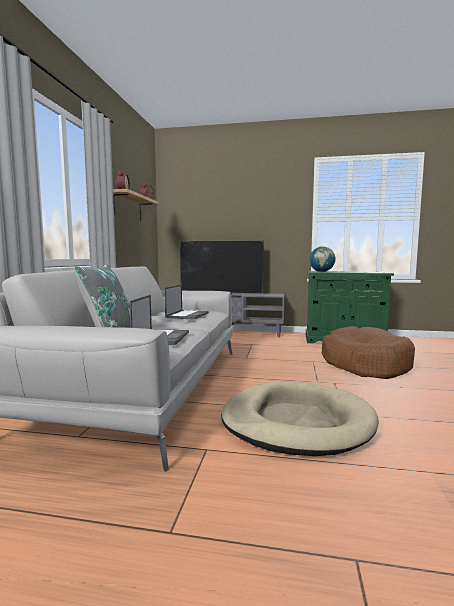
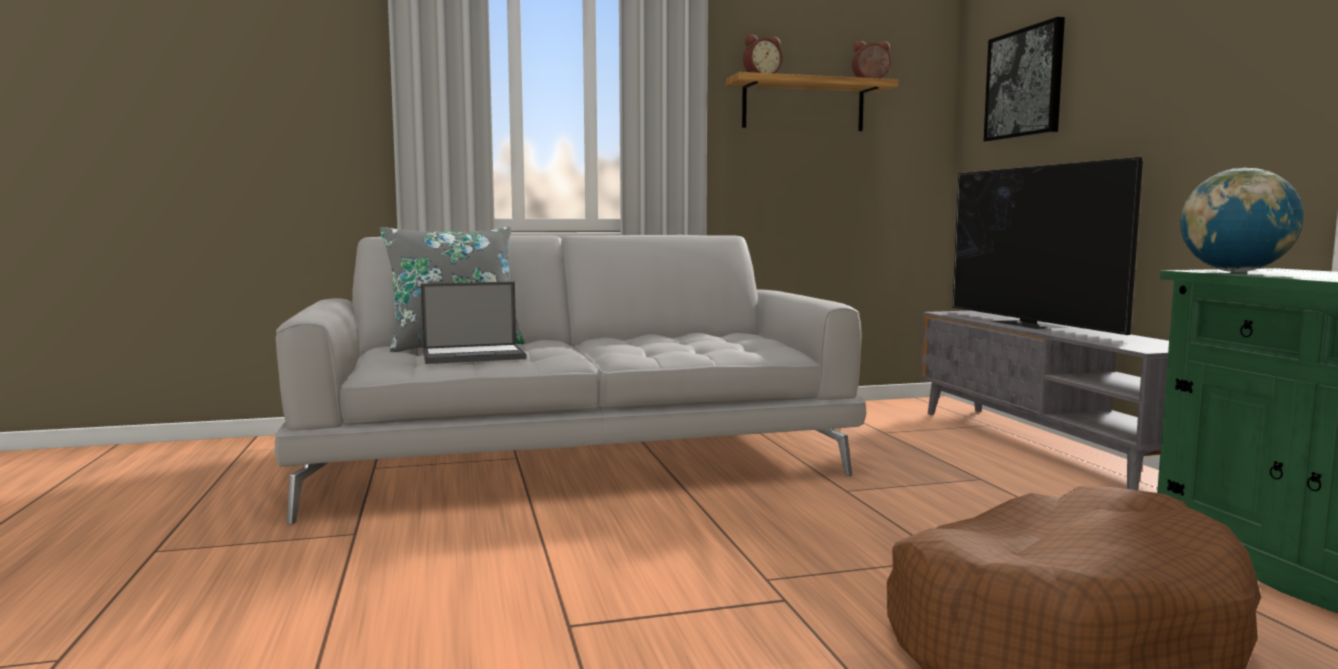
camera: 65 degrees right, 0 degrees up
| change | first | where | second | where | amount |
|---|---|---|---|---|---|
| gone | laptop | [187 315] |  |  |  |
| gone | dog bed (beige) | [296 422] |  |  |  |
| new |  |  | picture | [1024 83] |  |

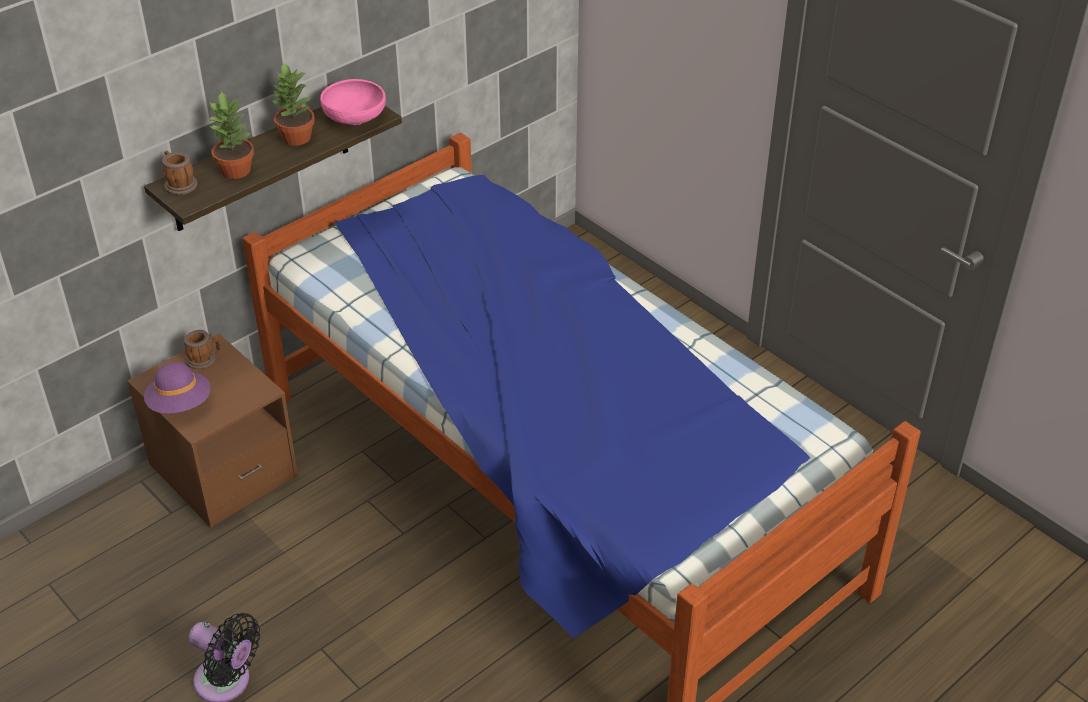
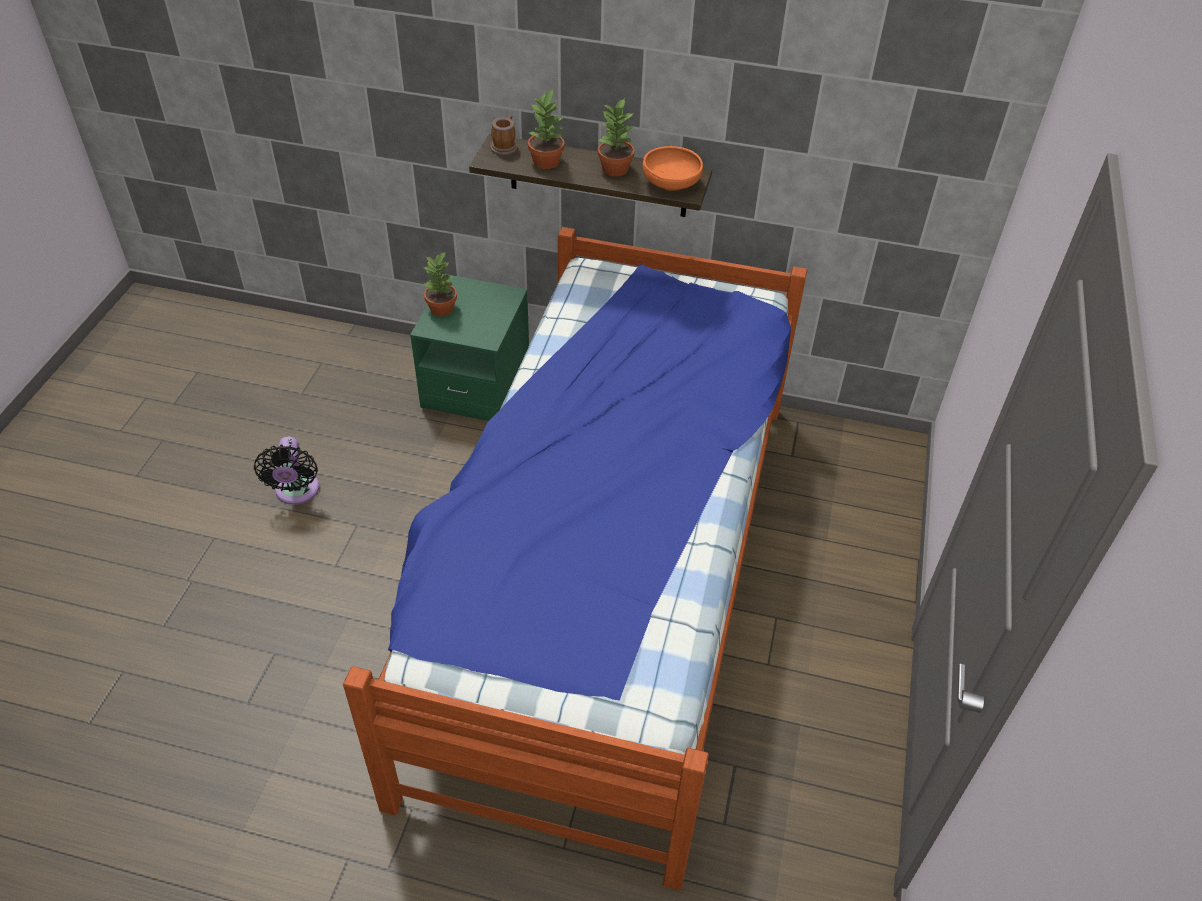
camera: 55 degrees right, 5 degrees up
| change | first | where | second | where | amount |
|---|---|---|---|---|---|
| repainted | bowl (pink) | [354 118] | bowl (orange) | [671 183] |  |
| gone | mug | [204 359] |  |  |  |
| repainted | nightstand (brown) | [223 471] | nightstand (green) | [476 385] |  |
| swapped | hat (purple) | [180 404] | potted plant | [442 309] |  |

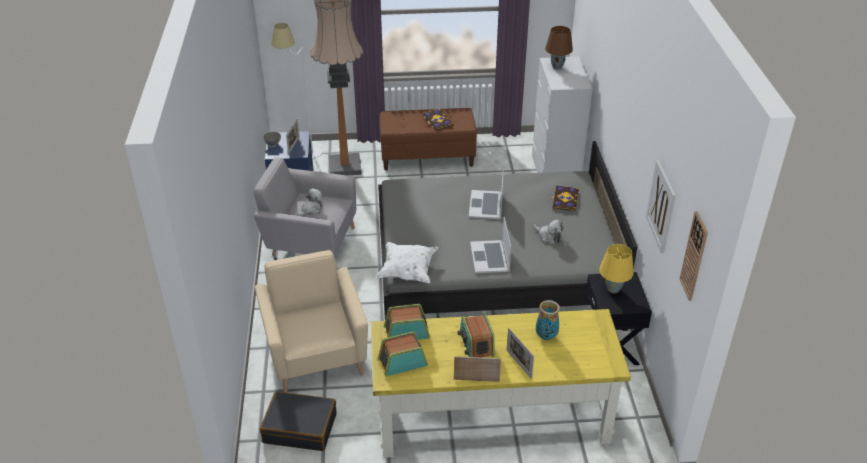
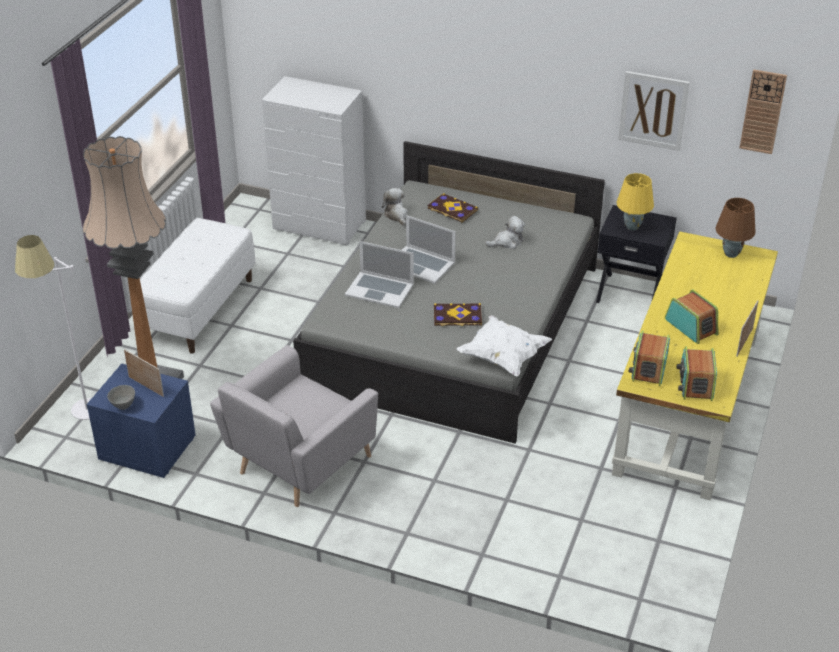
camera: 65 degrees left, 0 degrees up
| change | first | where | second | where | amount |
|---|---|---|---|---|---|
| shifted | table lamp (brown) | [557 67] |  | [730 253] |  |
| repainted | bench (brown) | [427 157] | bench (white) | [198 309] |  |
| shifted | book | [437 121] |  | [457 316] |  |
| shifted | plush toy | [311 210] |  | [396 215] |  |
| shifted | laptop | [490 257] |  | [379 289] |  |
| gone | armchair (beige) | [315 353] |  |  |  |
| gone | vase | [546 336] |  |  |  |
| rotated | radio | [476 344] |  | [691 326] | 135 degrees counterclockwise |
| gone | picture frame | [519 364] |  |  |  |
| gone | suitcase (black) | [300 428] |  |  |  |

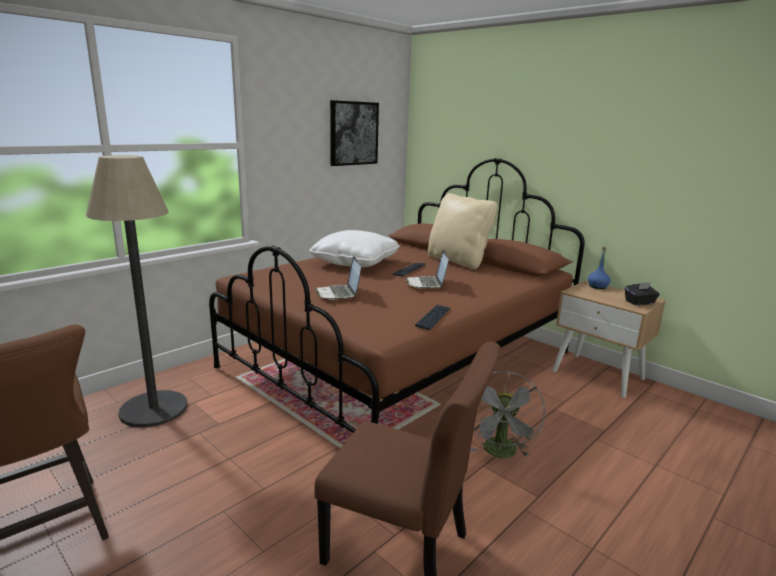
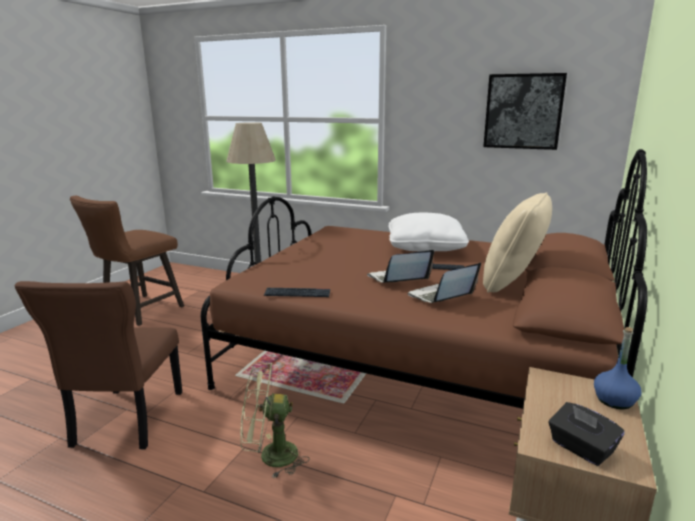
camera: 70 degrees right, 0 degrees up
| change | first | where | second | where | amount |
|---|---|---|---|---|---|
| shifted | laptop | [339 294] |  | [440 297] |  |
| repainted | fan (grey) | [501 453] | fan (green) | [270 456] |  |

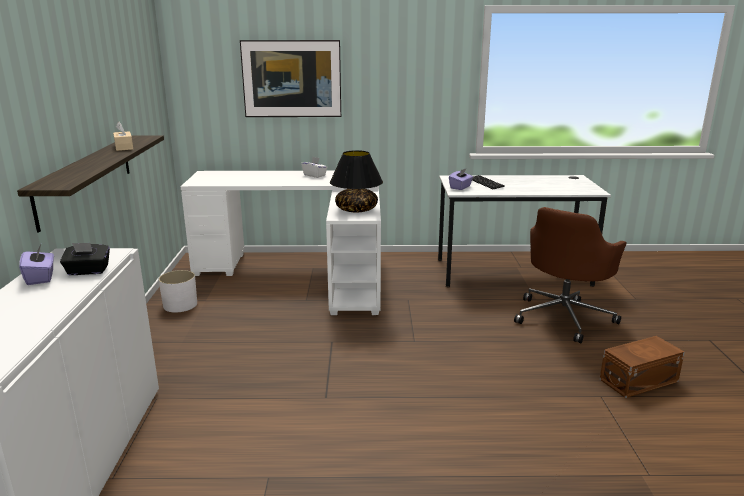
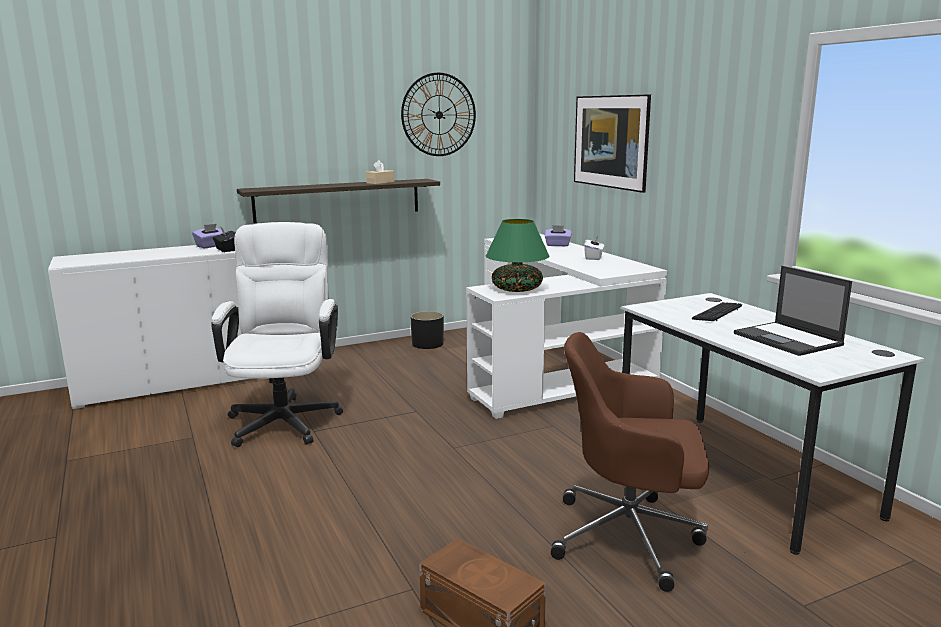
camera: 65 degrees right, 5 degrees down
| change | first | where | second | where | amount |
|---|---|---|---|---|---|
| repainted | table lamp (black) | [356 209] | table lamp (green) | [517 289] |  |
| shifted | tissue box (purple) | [460 187] |  | [557 245] |  |
| repainted | planter (white) | [180 305] | planter (black) | [428 344] |  |
| new |  |  | wall clock | [439 115] |  |
| new |  |  | office chair (white) | [285 417] |  |
| new |  |  | laptop | [788 339] |  |

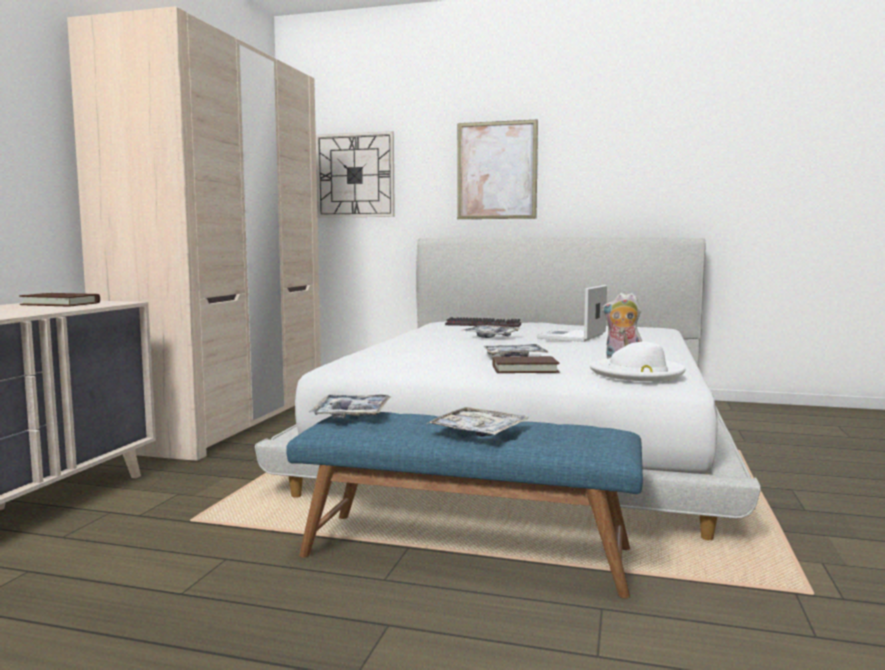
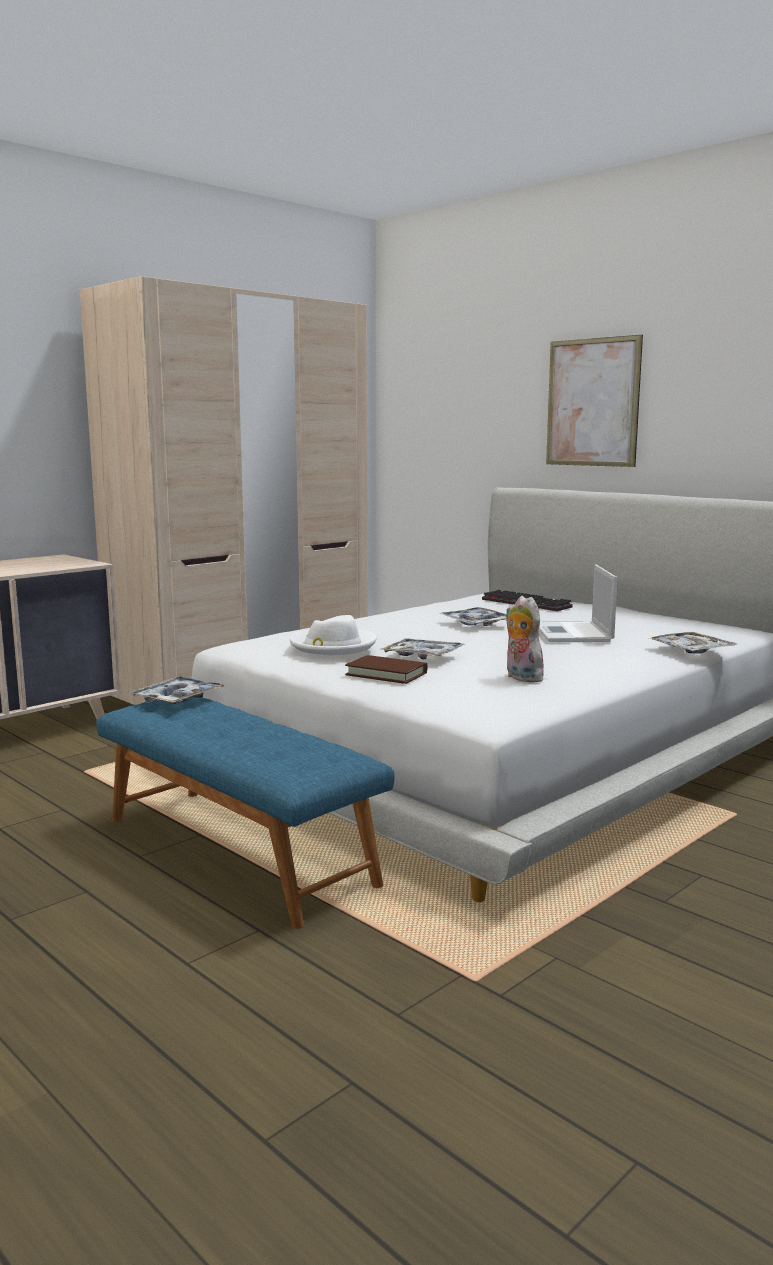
camera: 30 degrees right, 5 degrees up
| change | first | where | second | where | amount |
|---|---|---|---|---|---|
| gone | wall clock | [355 175] |  |  |  |
| rotated | laptop | [571 336] |  | [573 633] | 60 degrees counterclockwise |
| gone | book (brown) | [60 304] |  |  |  |
| shifted | hat (white) | [638 374] |  | [332 646] |  |
| shifted | tray | [478 431] |  | [691 650] |  |

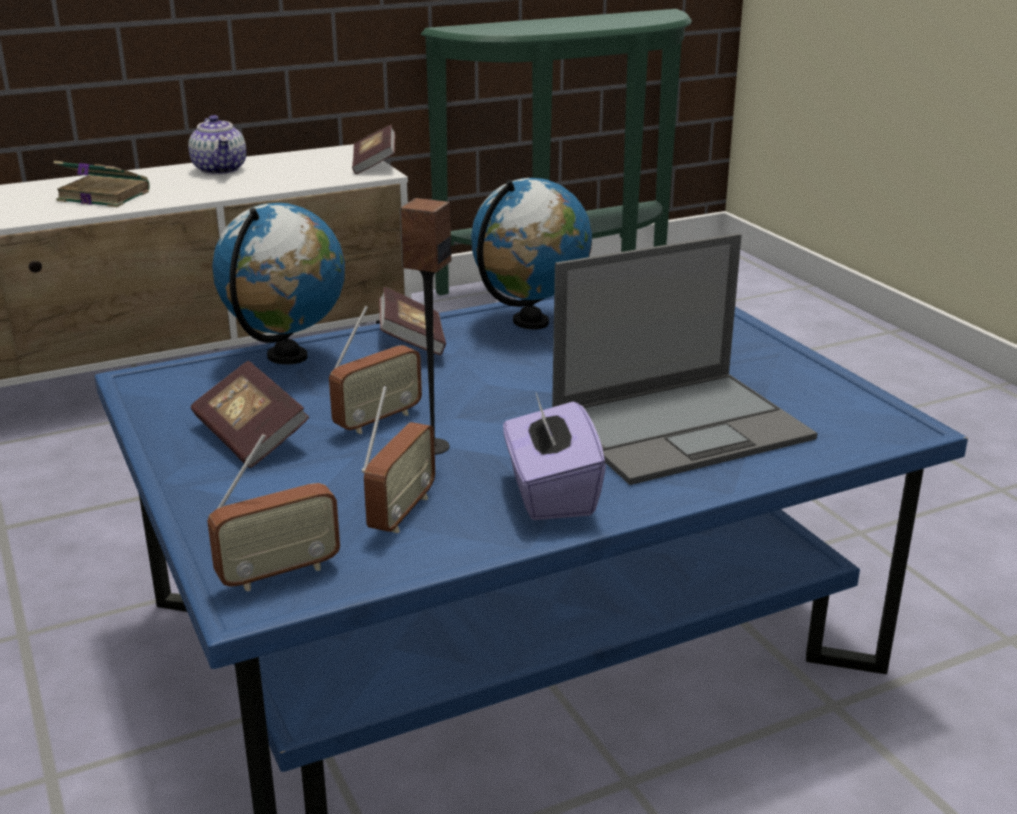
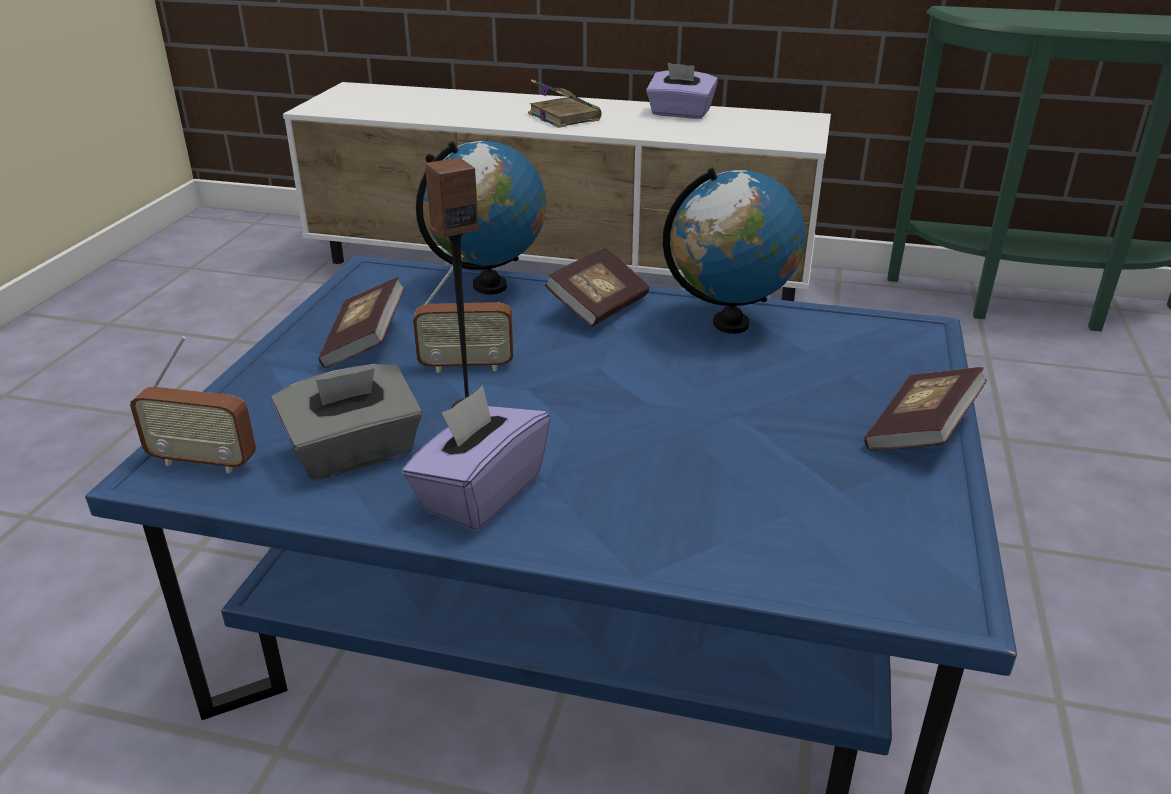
camera: 40 degrees right, 5 degrees up
| change | first | where | second | where | amount |
|---|---|---|---|---|---|
| swapped | teapot | [220 170] | tissue box (purple) | [680 113] |  |
| shifted | book | [374 165] |  | [920 432] |  |
| gone | laptop | [683 426] |  |  |  |
| swapped | radio | [401 513] | tissue box (grey) | [355 454] |  |

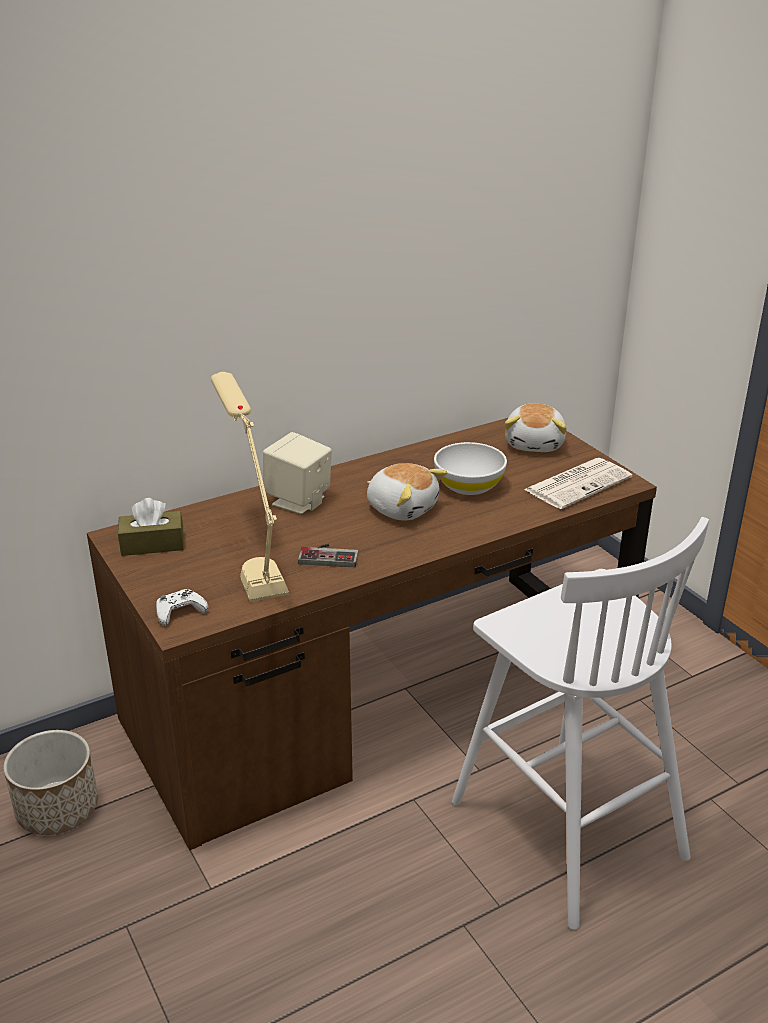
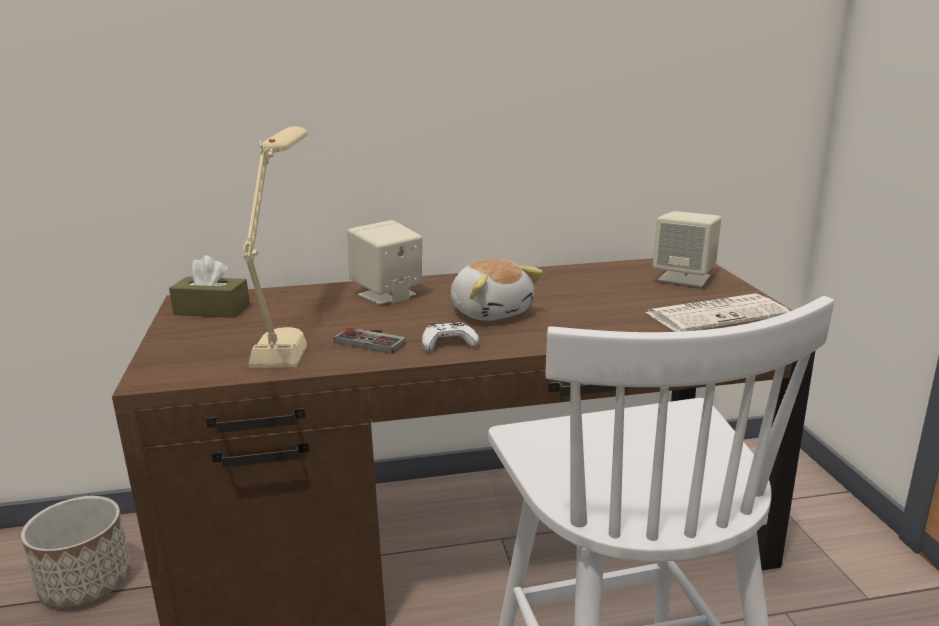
camera: 20 degrees right, 10 degrees down
| change | first | where | second | where | amount |
|---|---|---|---|---|---|
| swapped | plush toy | [535 444] | speaker (beige) | [685 278] |  |
| gone | bowl (white) | [468 485] |  |  |  |
| shifted | game controller (white) | [180 612] |  | [448 343] |  |

